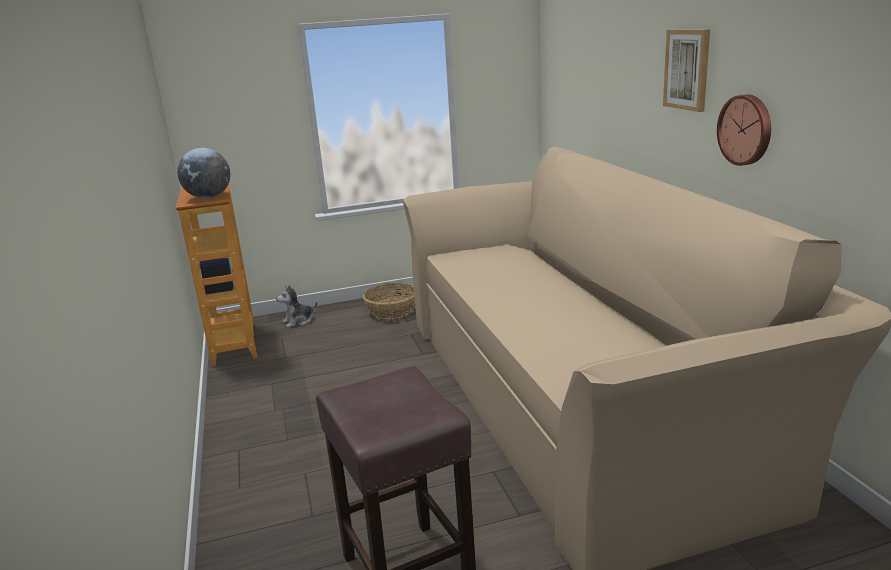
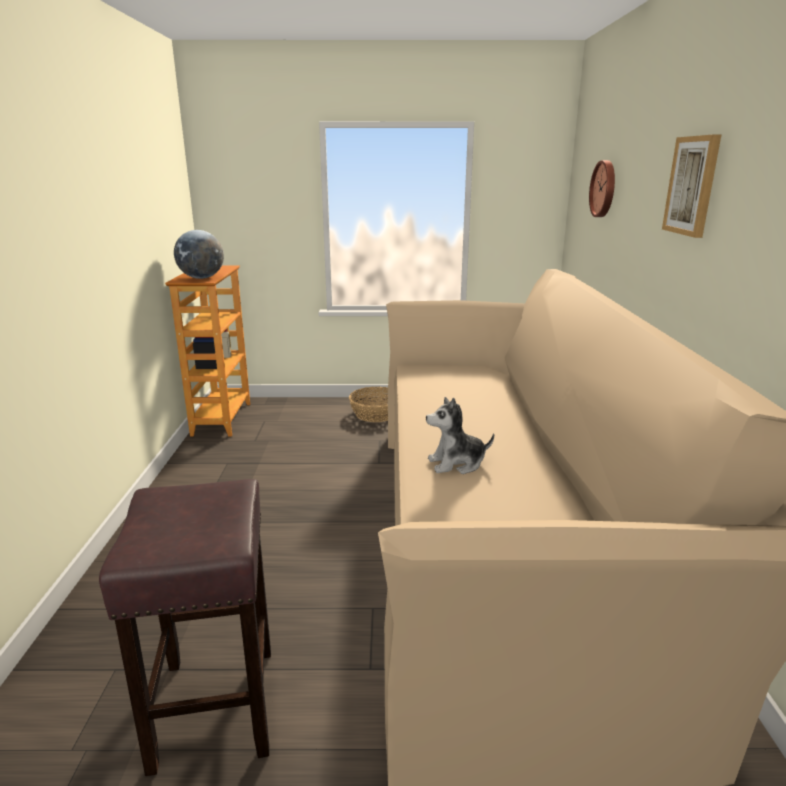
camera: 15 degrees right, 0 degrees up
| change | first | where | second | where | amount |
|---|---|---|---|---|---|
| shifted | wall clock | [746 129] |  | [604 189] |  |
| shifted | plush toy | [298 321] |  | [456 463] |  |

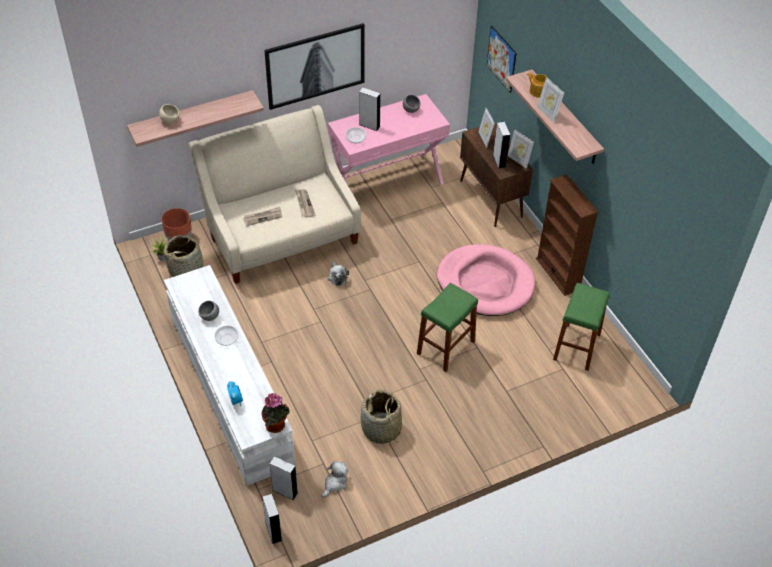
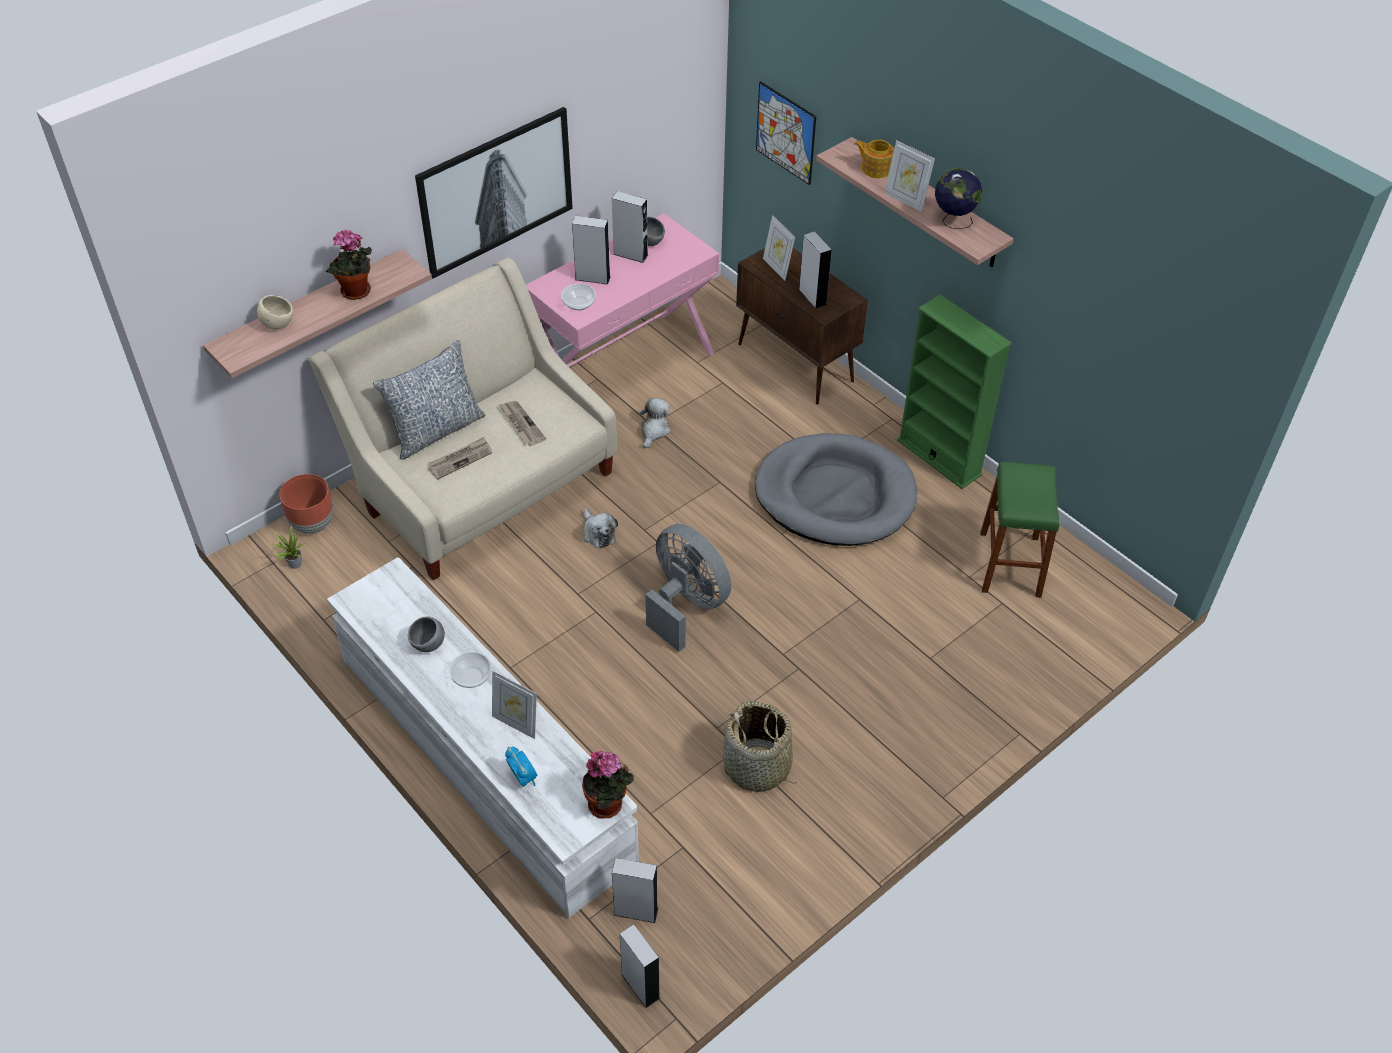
camera: 15 degrees left, 0 degrees up
| change | first | where | second | where | amount |
|---|---|---|---|---|---|
| shifted | picture frame | [518 160] |  | [516 723] |  |
| repainted | bookcase (brown) | [558 274] | bookcase (green) | [939 457] |  |
| gone | basket | [186 270] |  |  |  |
| repainted | dog bed (pink) | [485 283] | dog bed (grey) | [835 495] |  |
| gone | stool (green) | [445 347] |  |  |  |
| shifted | plush toy | [335 483] |  | [654 431] |  |
| new |  |  | globe | [953 221] |  |
| new |  |  | speaker (grey) | [630 254] |  |
| new |  |  | potted plant | [356 293] |  |
| new |  |  | pillow | [436 430] |  |
| new |  |  | fan (grey) | [686 605] |  |

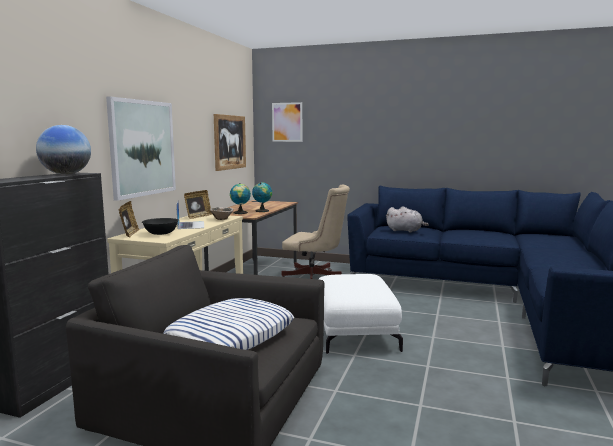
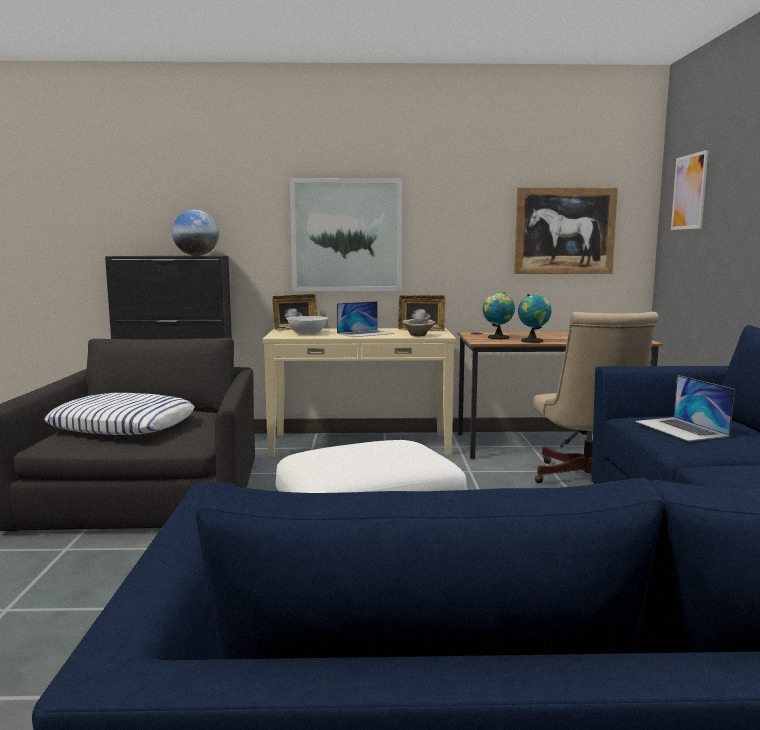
camera: 70 degrees right, 0 degrees up
| change | first | where | second | where | amount |
|---|---|---|---|---|---|
| swapped | plush toy (grey) | [405 231] | laptop | [681 429] |  |
| repainted | bowl (black) | [160 233] | bowl (white) | [307 333] |  |

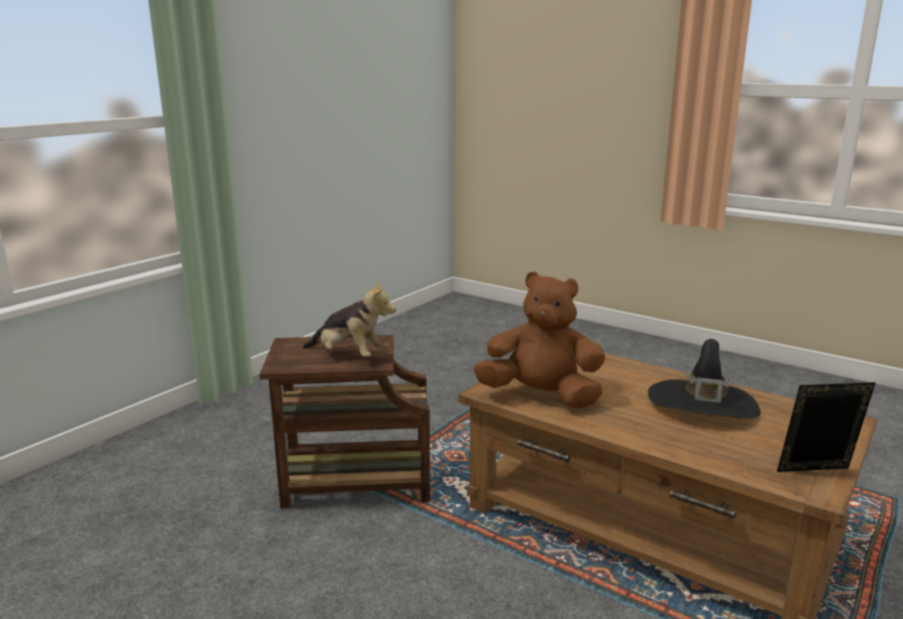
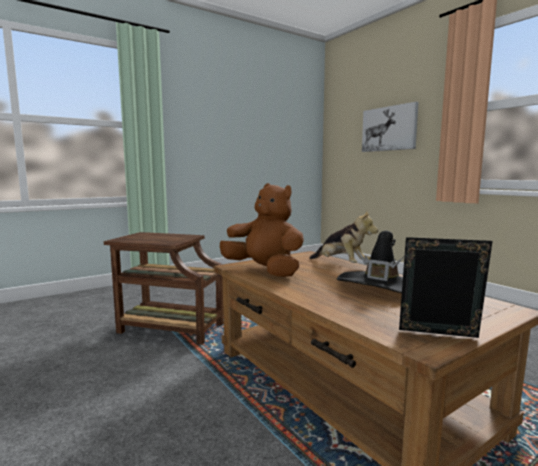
camera: 20 degrees right, 10 degrees down
| change | first | where | second | where | amount |
|---|---|---|---|---|---|
| shifted | plush toy | [350 356] |  | [341 265] |  |
| new |  |  | picture | [389 128] |  |

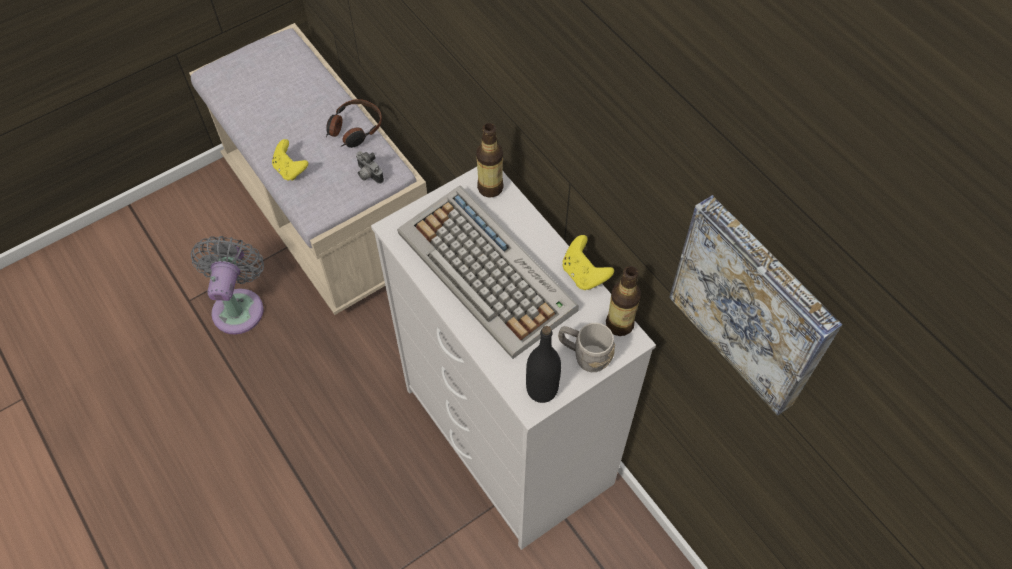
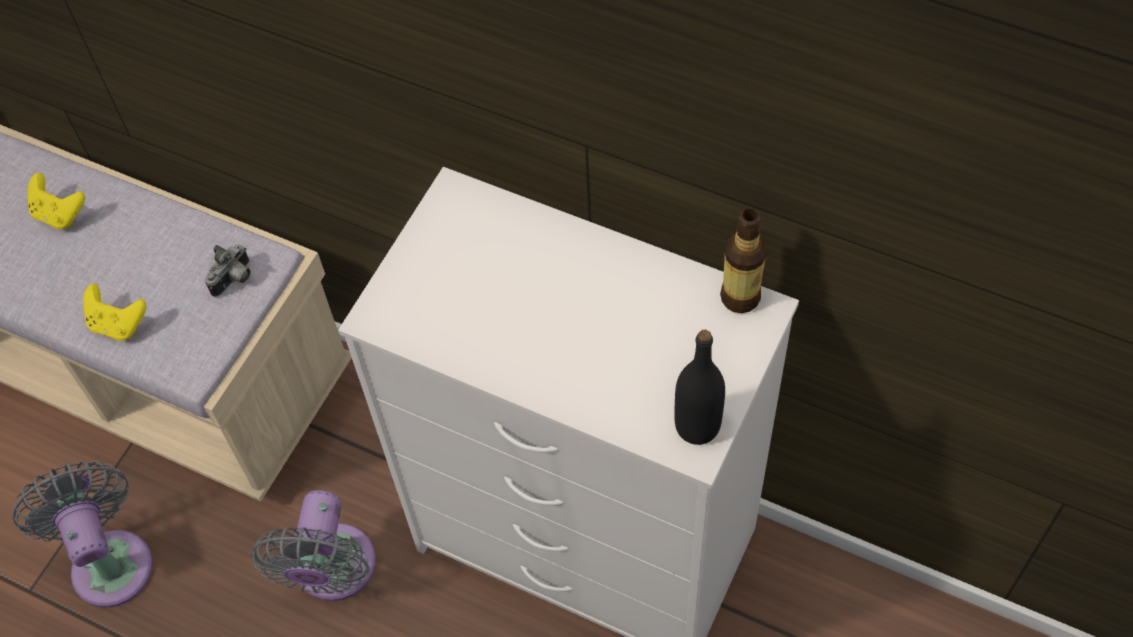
camera: 25 degrees left, 0 degrees up
| change | first | where | second | where | amount |
|---|---|---|---|---|---|
| gone | headphones | [354 129] |  |  |  |
| gone | bottle | [490 187] |  |  |  |
| rotated | photo camera | [368 175] |  | [235 280] | 75 degrees counterclockwise |
| gone | keyboard | [488 272] |  |  |  |
| gone | picture | [754 303] |  |  |  |
| shifted | game controller (yellow) | [584 274] |  | [60 214] |  |
| gone | mug (grey) | [584 355] |  |  |  |
| new |  |  | fan (grey) | [333 572] |  |

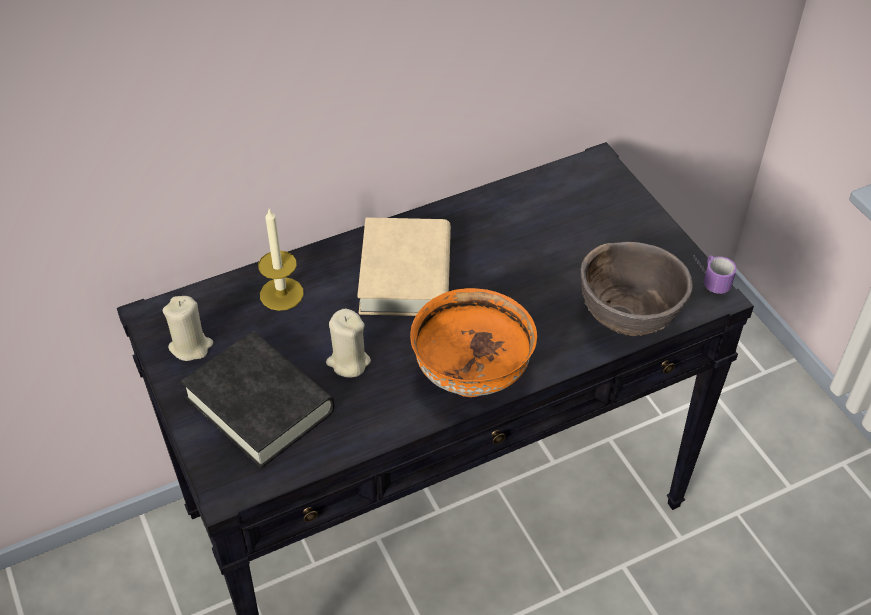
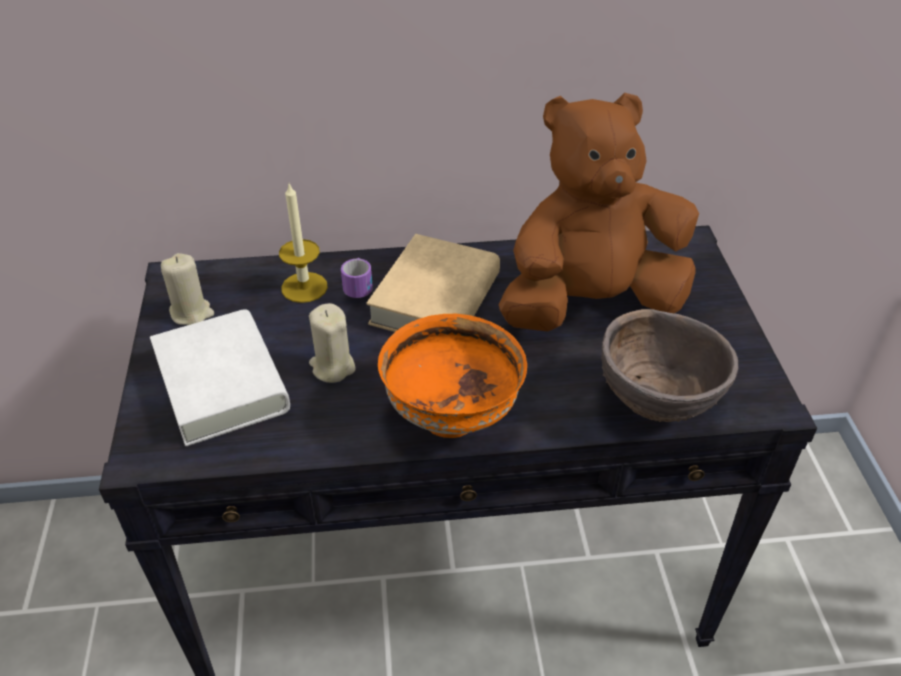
camera: 20 degrees right, 5 degrees down
| change | first | where | second | where | amount |
|---|---|---|---|---|---|
| shifted | mug | [707 278] |  | [360 284] |  |
| repainted | book (black) | [259 405] | book (white) | [222 384] |  |
| new |  |  | plush toy (brown) | [590 304] |  |

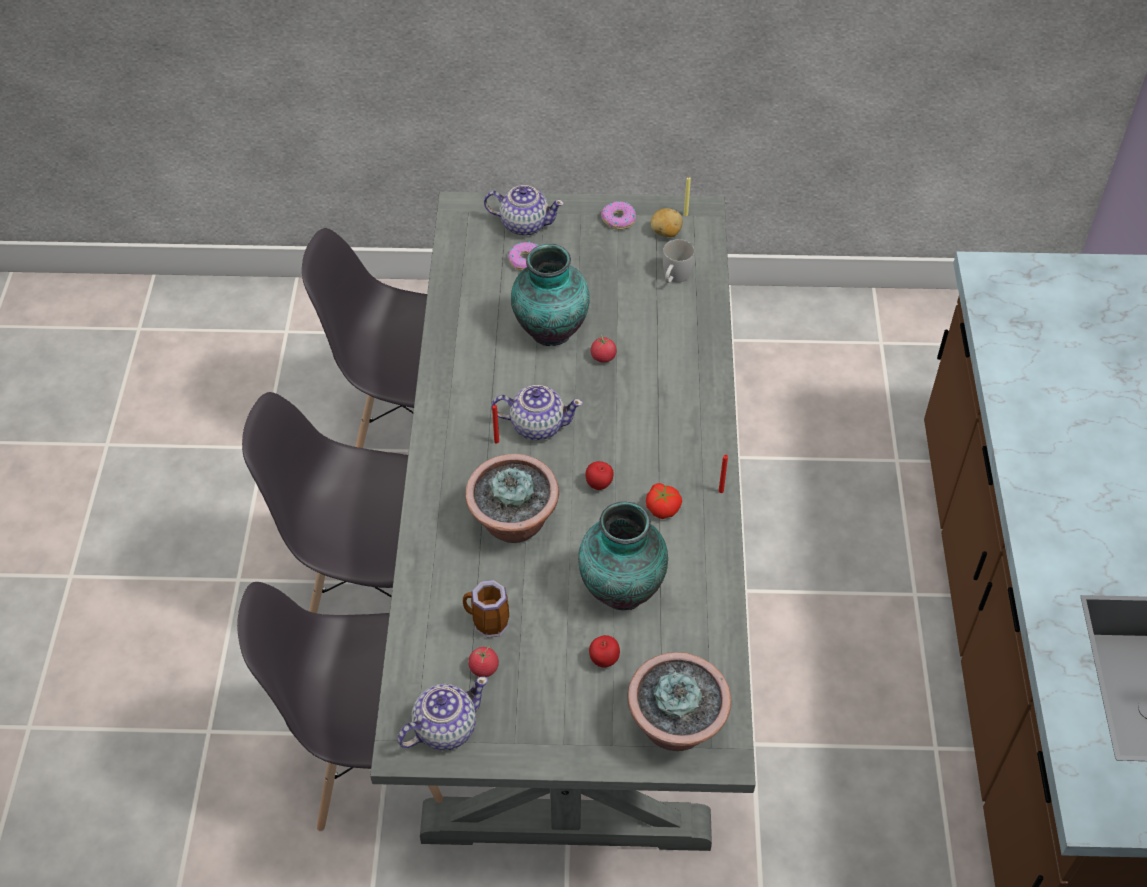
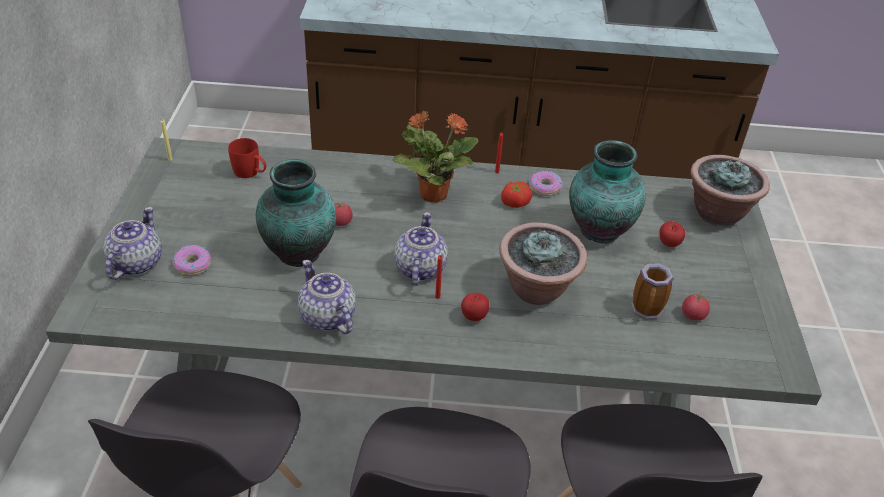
camera: 90 degrees left, 10 degrees down
| change | first | where | second | where | amount |
|---|---|---|---|---|---|
| shifted | donut | [618 219] |  | [545 188] |  |
| gone | potato | [666 233] |  |  |  |
| repainted | mug (white) | [674 277] | mug (red) | [250 173] |  |
| shifted | apple | [599 485] |  | [474 317] |  |
| shifted | teapot | [444 728] |  | [327 318] |  |
| new |  |  | potted plant | [432 194] |  |

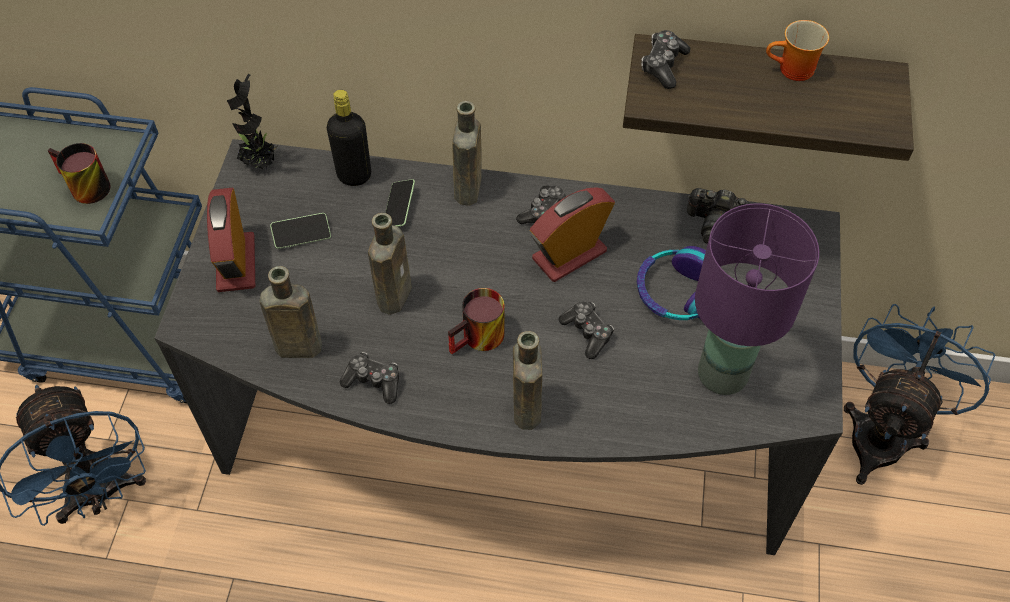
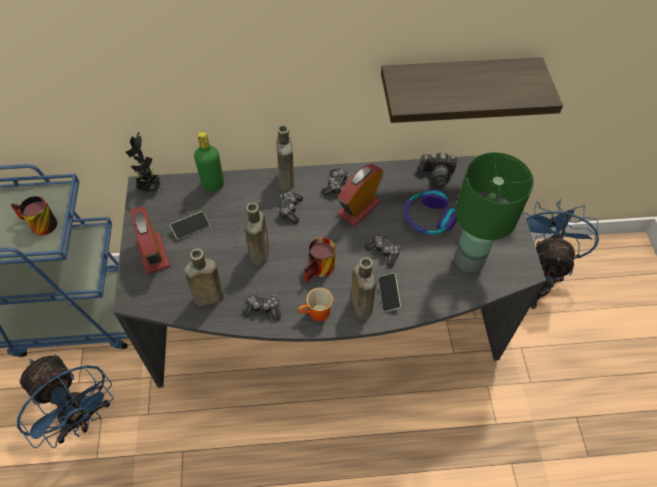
camera: 15 degrees left, 0 degrees up
| change | first | where | second | where | amount |
|---|---|---|---|---|---|
| shifted | mug | [793 71] |  | [317 314] |  |
| shifted | game controller | [663 65] |  | [290 210] |  |
| repainted | bottle (black) | [354 175] | bottle (green) | [213 185] |  |
| shifted | phone | [399 209] |  | [388 295] |  |
| repainted | table lamp (purple) | [724 373] | table lamp (green) | [469 260] |  |

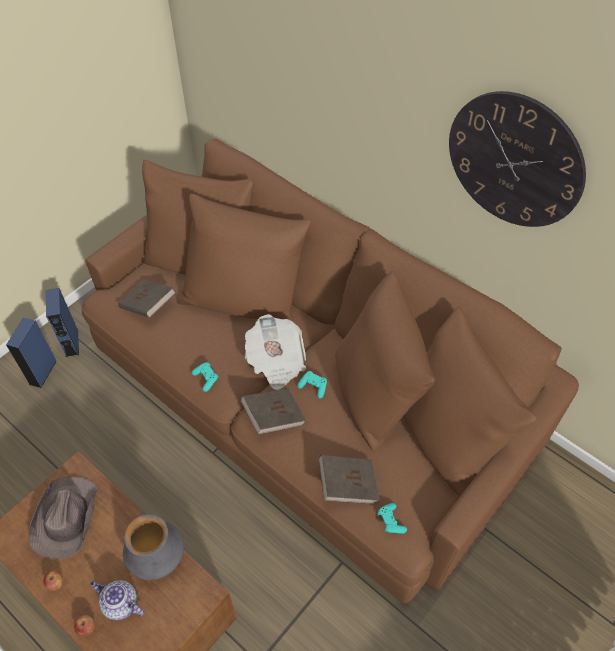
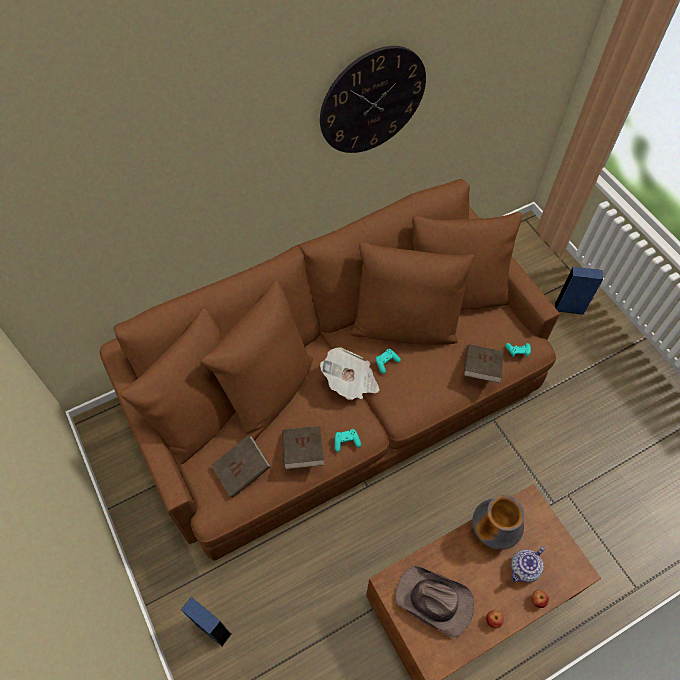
camera: 70 degrees left, 5 degrees up
| change | first | where | second | where | amount |
|---|---|---|---|---|---|
| shifted | speaker (blue) | [71 343] |  | [569 308] |  |
| shifted | book (brown) | [273 417] |  | [303 452] |  |

